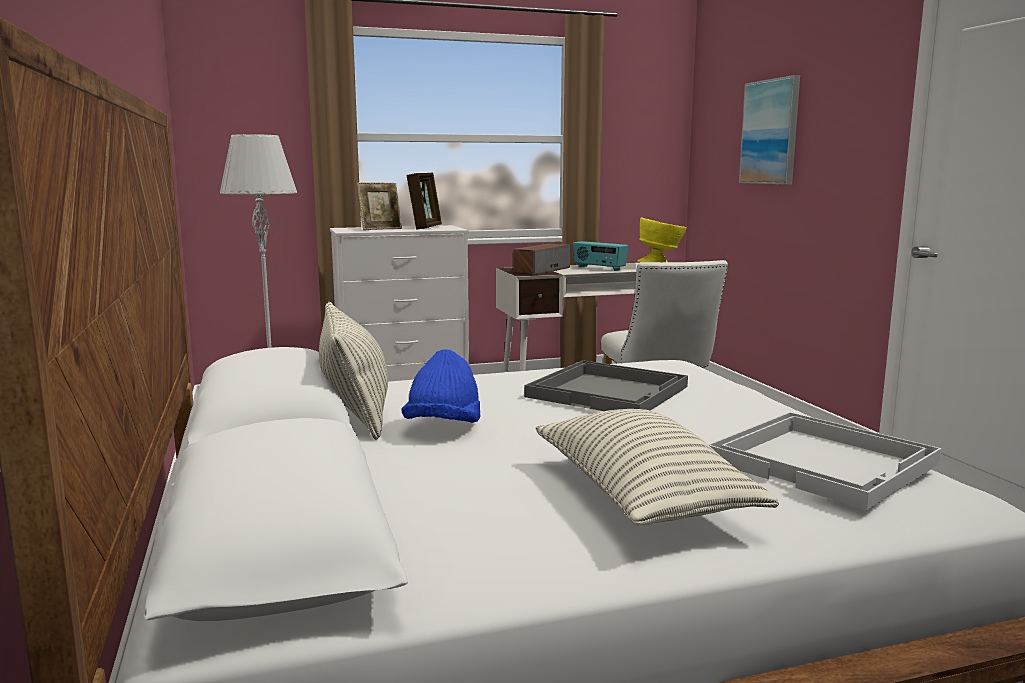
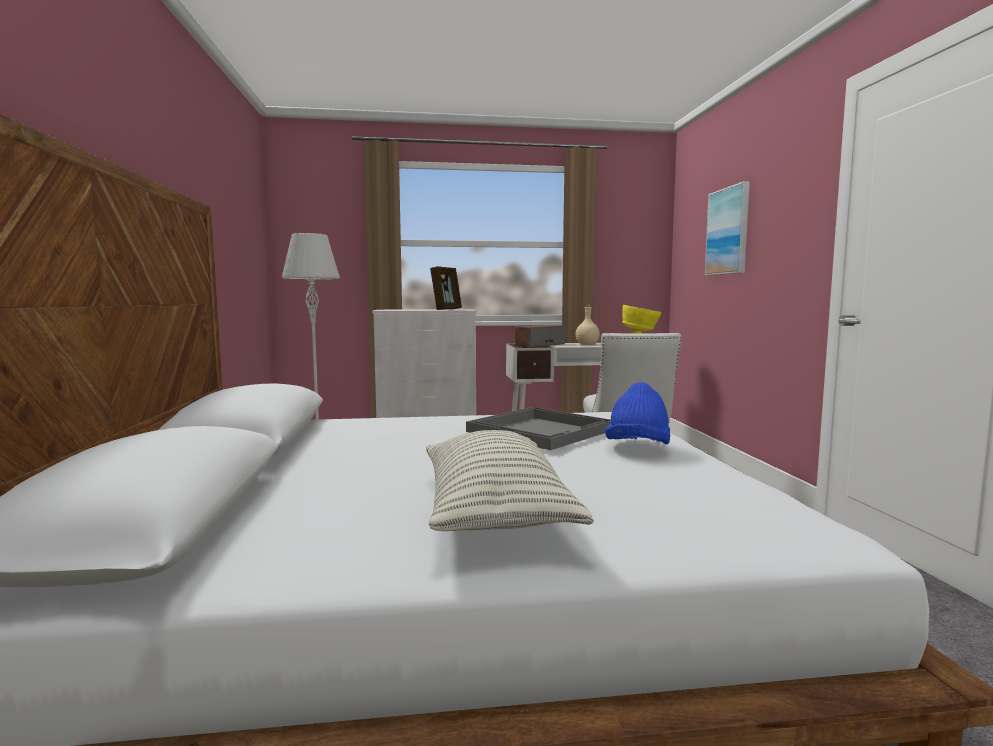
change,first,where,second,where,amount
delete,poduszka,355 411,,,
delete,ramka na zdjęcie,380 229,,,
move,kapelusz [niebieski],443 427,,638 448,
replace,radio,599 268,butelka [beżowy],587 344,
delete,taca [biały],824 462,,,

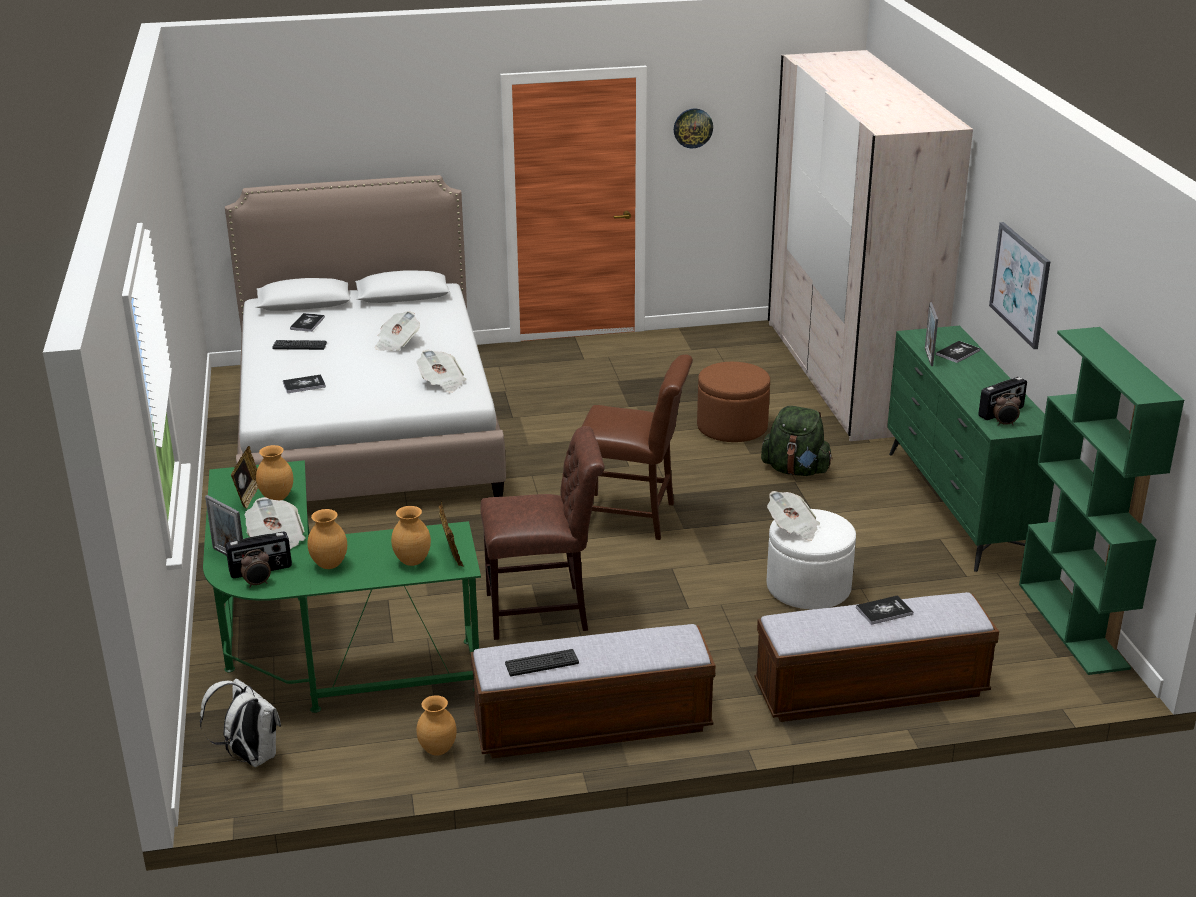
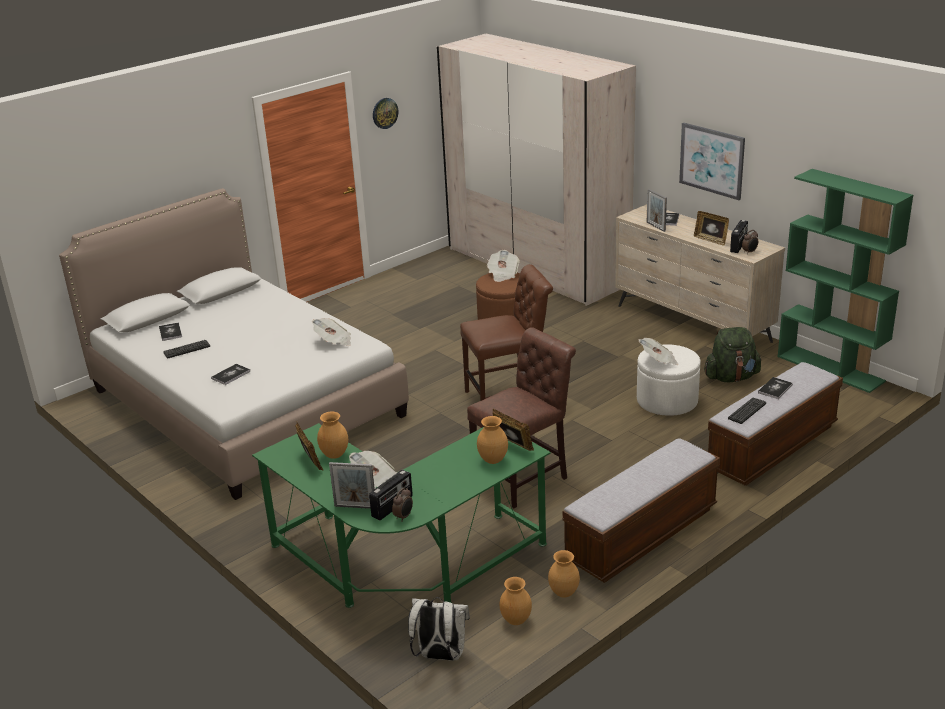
change,first,where,second,where,amount
move,wazon [brązowy],330 564,,516 620,
move,gazeta,397 343,,503 274,
move,klawiatura,542 663,,747 411,
move,plecak [zielony],796 470,,731 377,
recolor,komoda [zielony],957 506,komoda [beżowy],692 324,
insert,,,ramka na zdjęcie,711 240,

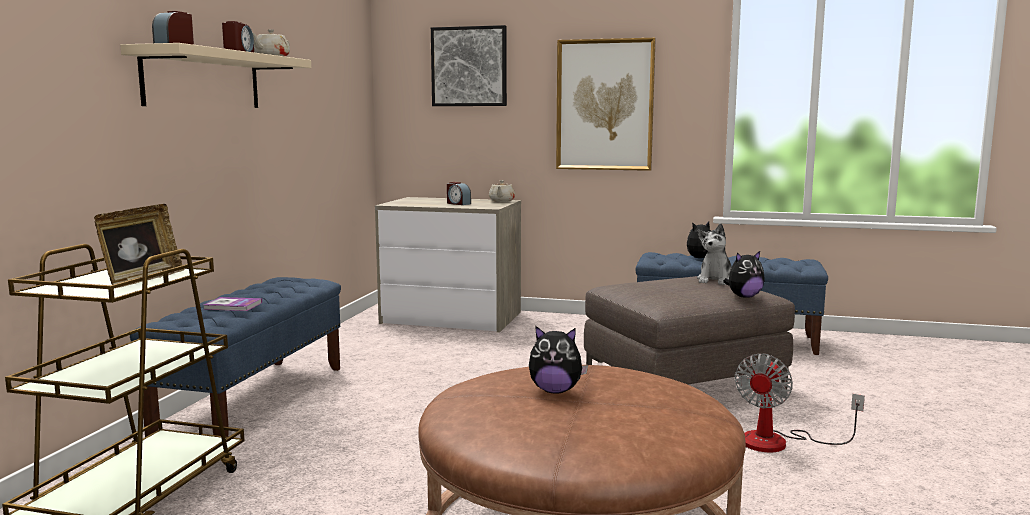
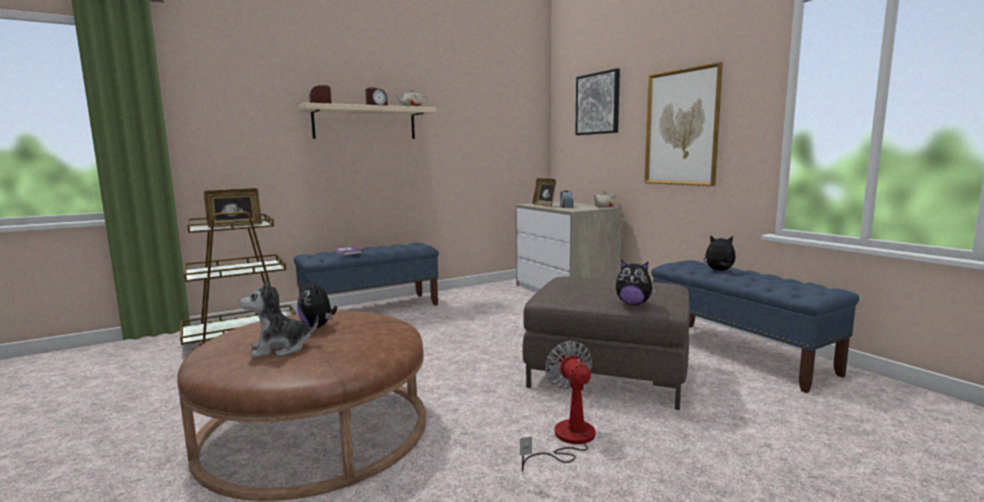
change,first,where,second,where,amount
move,pluszak,715 280,,280 349,
rotate,wentylator,779 442,,566 440,90 degrees clockwise
insert,,,ramka na zdjęcie,544 205,

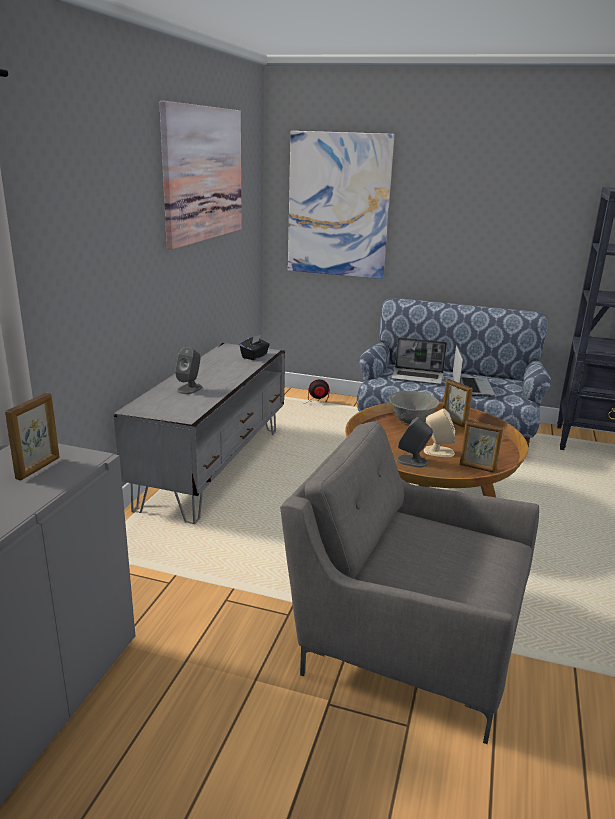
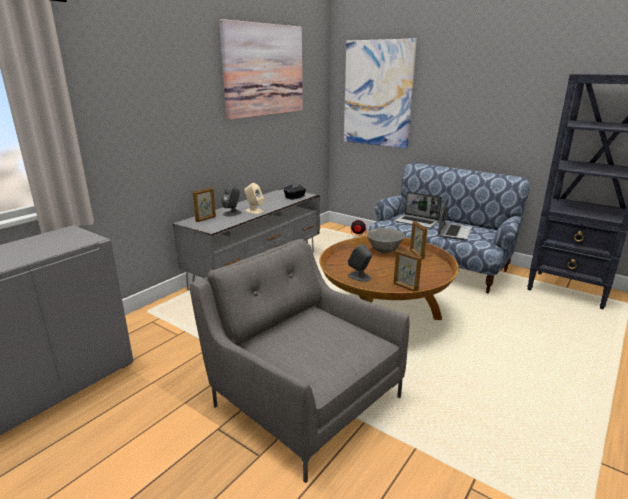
change,first,where,second,where,amount
move,ramka na zdjęcie,39 468,,206 219,
move,głośnik [beżowy],438 451,,254 211,

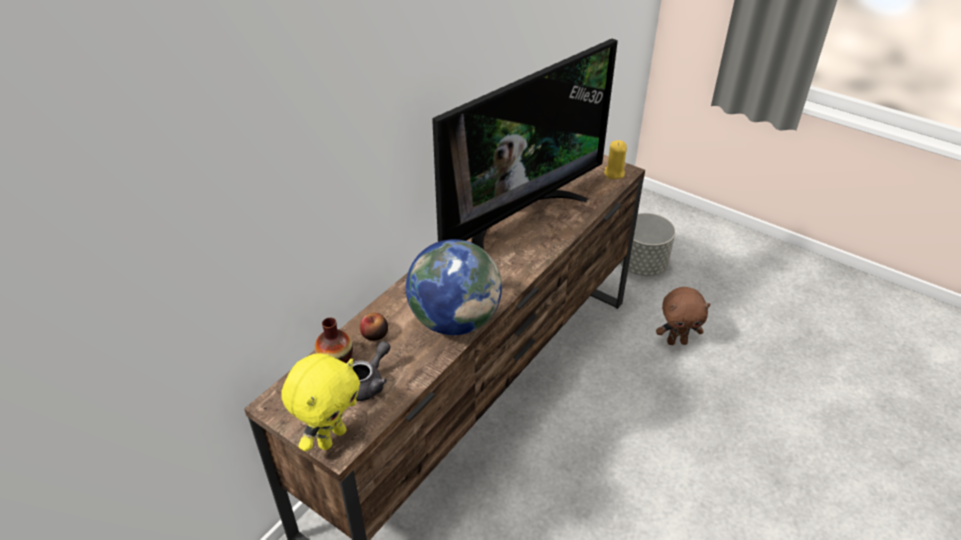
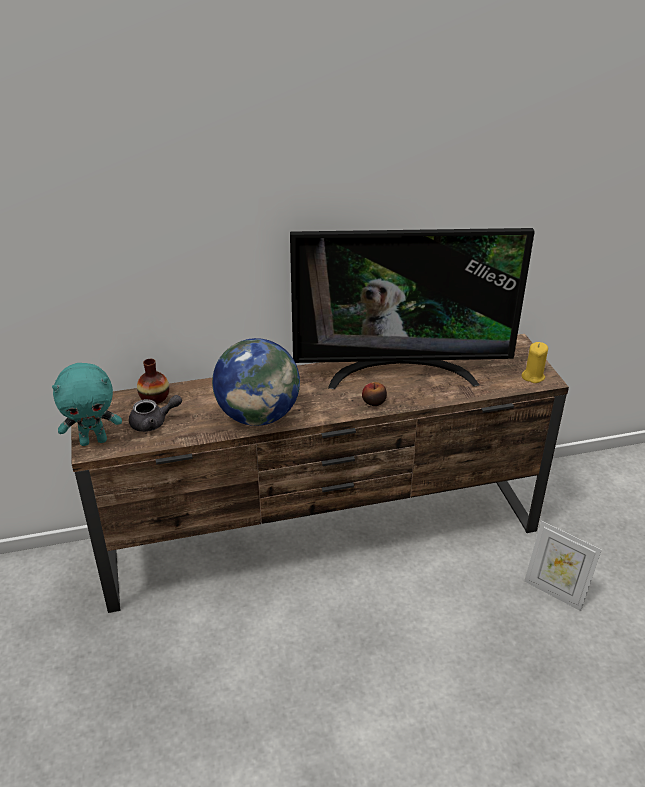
change,first,where,second,where,amount
recolor,pluszak [żółty],331 437,pluszak [turkusowy],94 440,
move,jabłko,374 334,,374 402,
delete,donica [szary],642 265,,,
replace,pluszak [brązowy],677 341,ramka na zdjęcie,554 591,

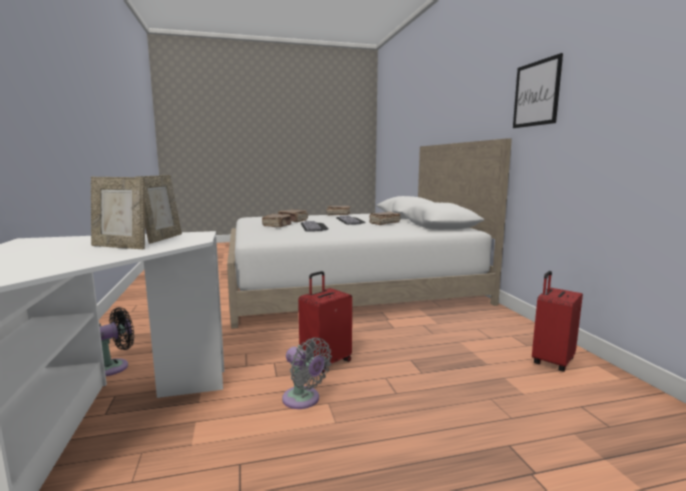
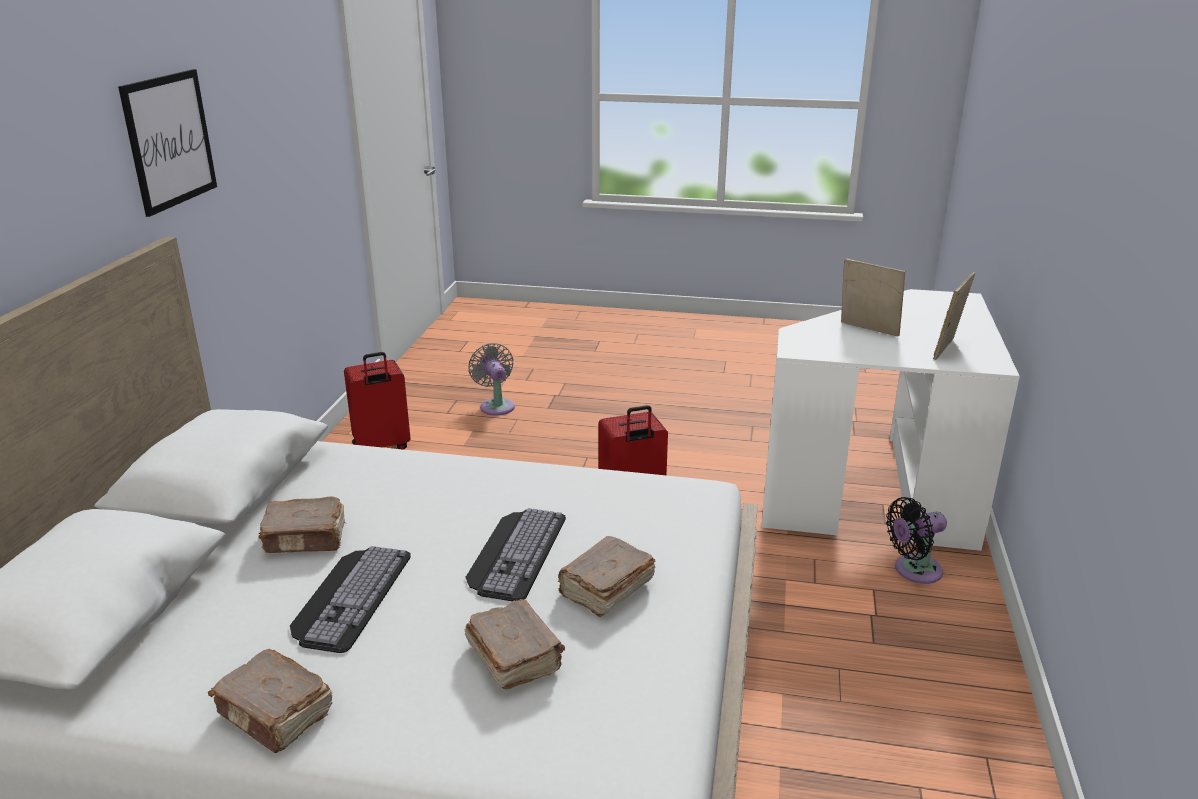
change,first,where,second,where,amount
move,ramka na zdjęcie,162 238,,948 349,
move,wentylator [szary],303 400,,496 405,

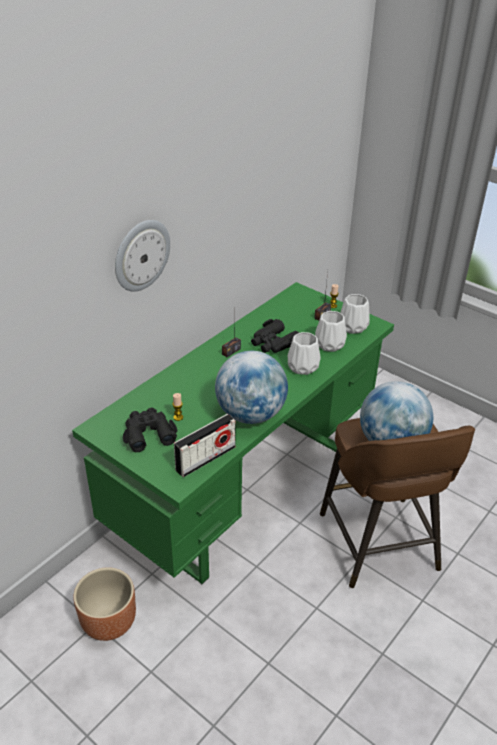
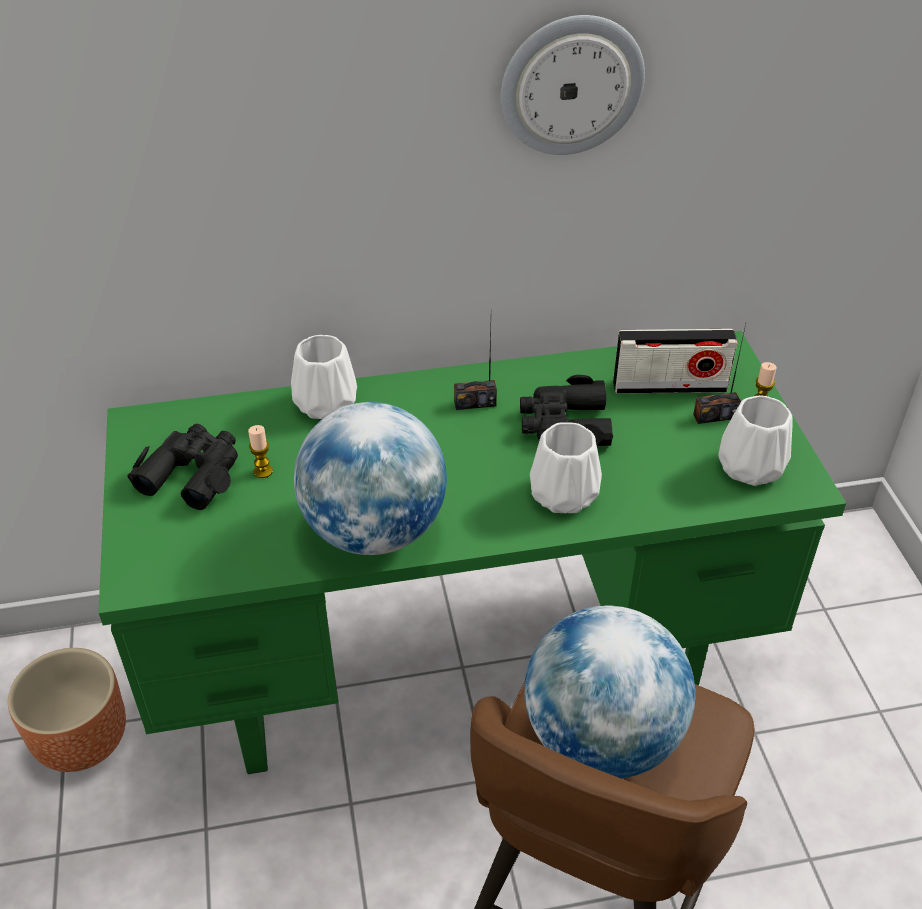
change,first,where,second,where,amount
move,zegar ścienny,141 255,,571 85,
move,radio,205 458,,669 386,
move,wazon [biały],329 344,,327 403,

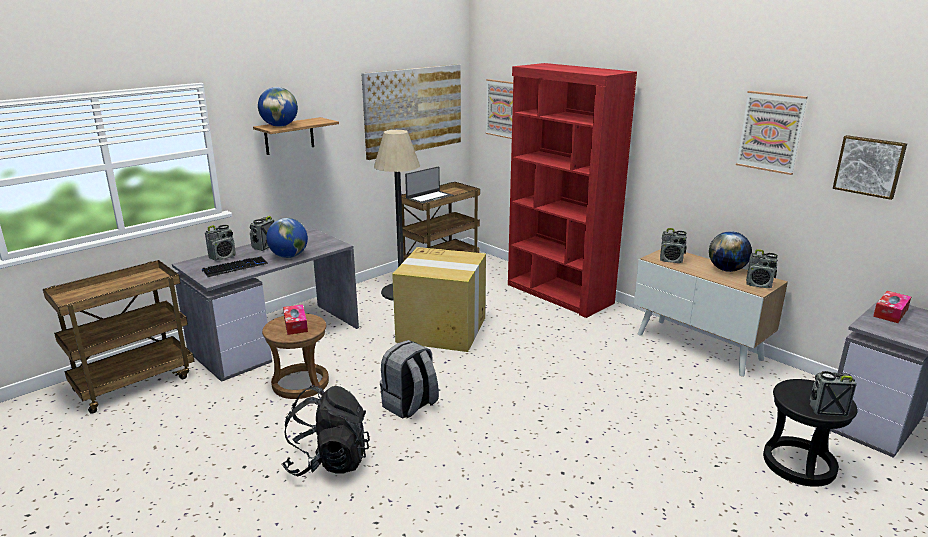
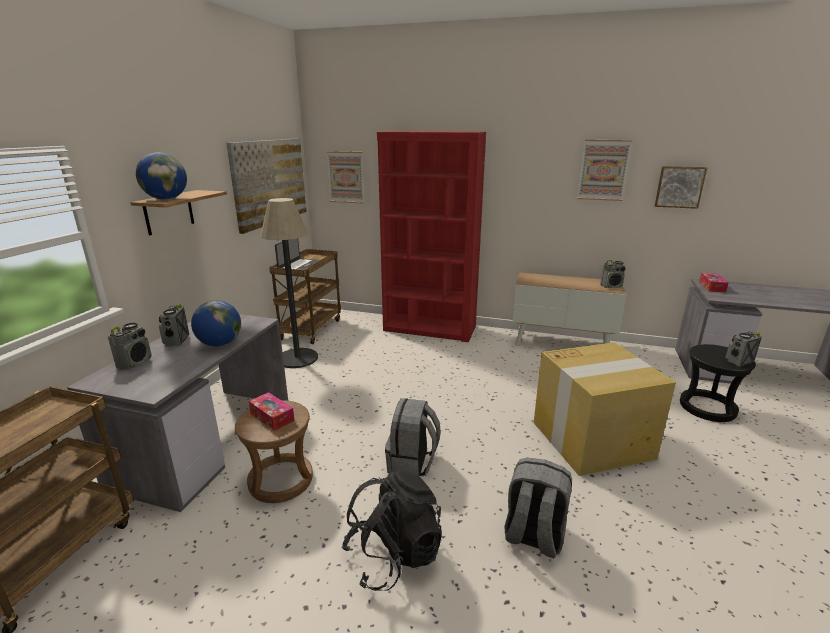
change,first,where,second,where,amount
delete,klawiatura,235 267,,,
move,karton,443 330,,593 439,
delete,radio,671 260,,,
delete,globus,727 270,,,
insert,,,plecak [szary],533 536,

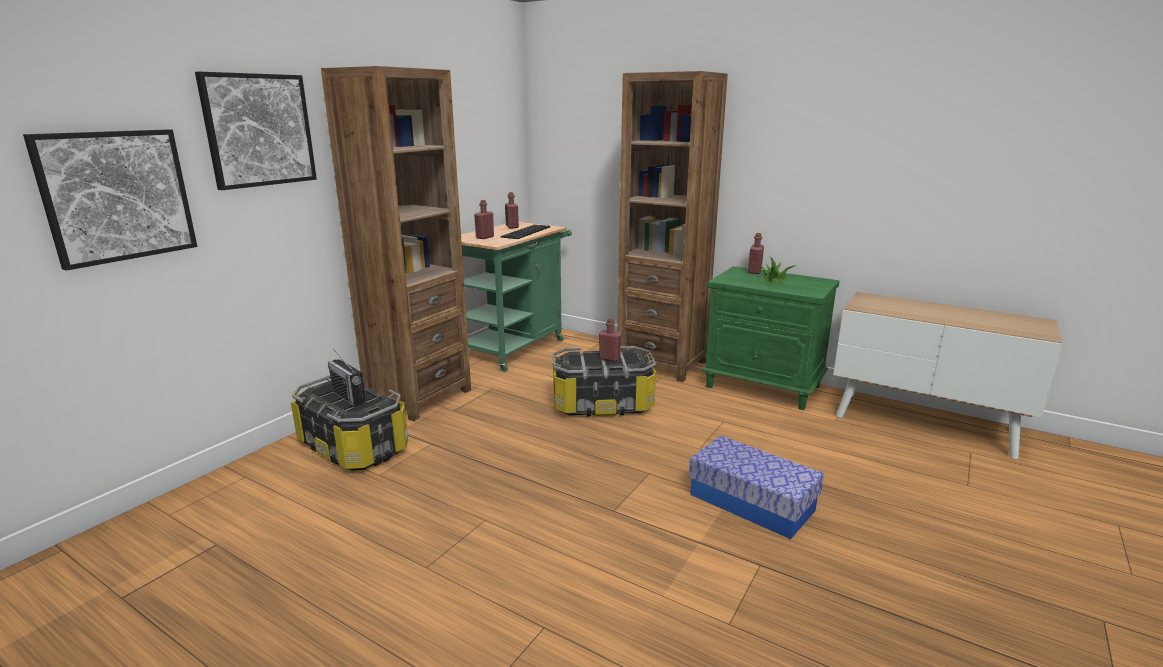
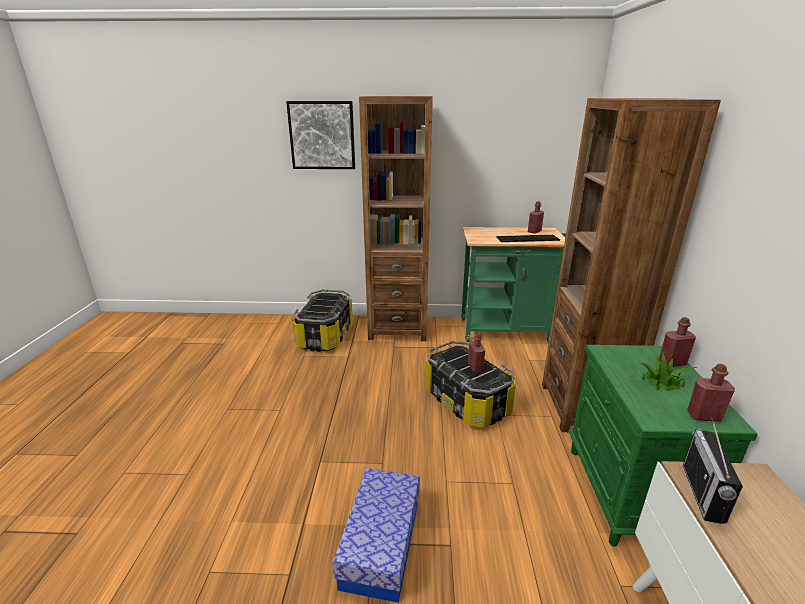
change,first,where,second,where,amount
delete,obraz,117 196,,,
move,radio,349 397,,702 493,
move,butelka [czerwony],485 237,,703 416,

